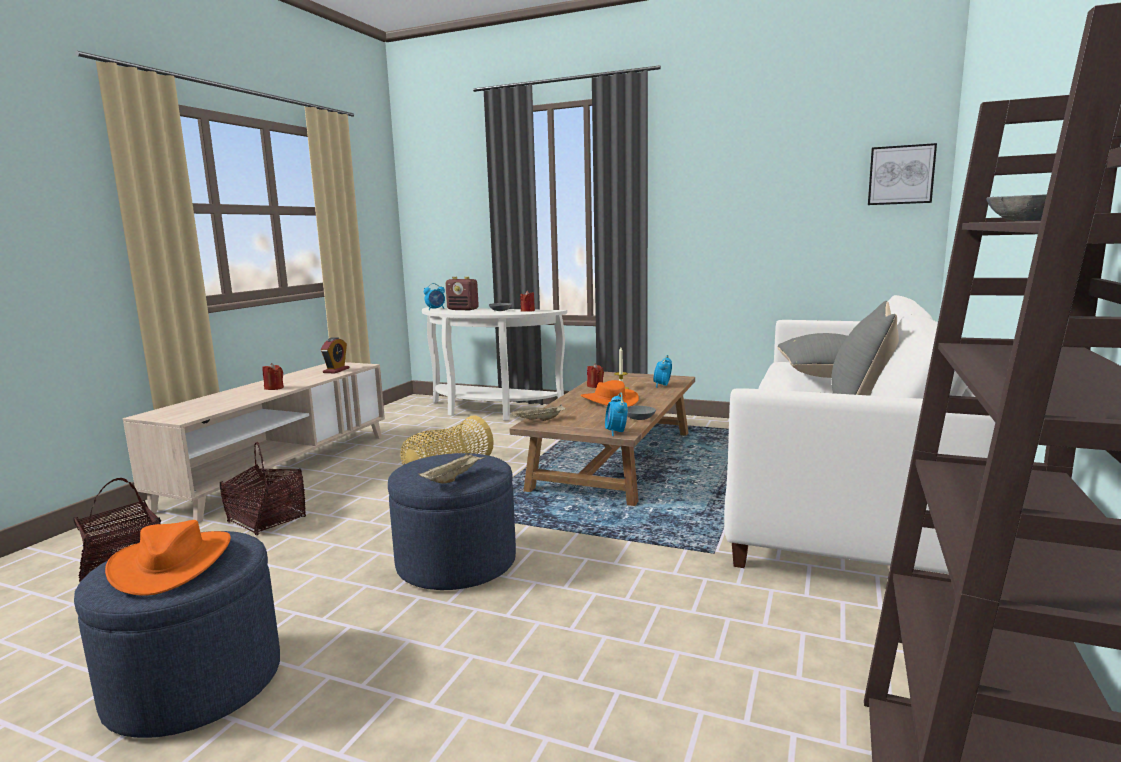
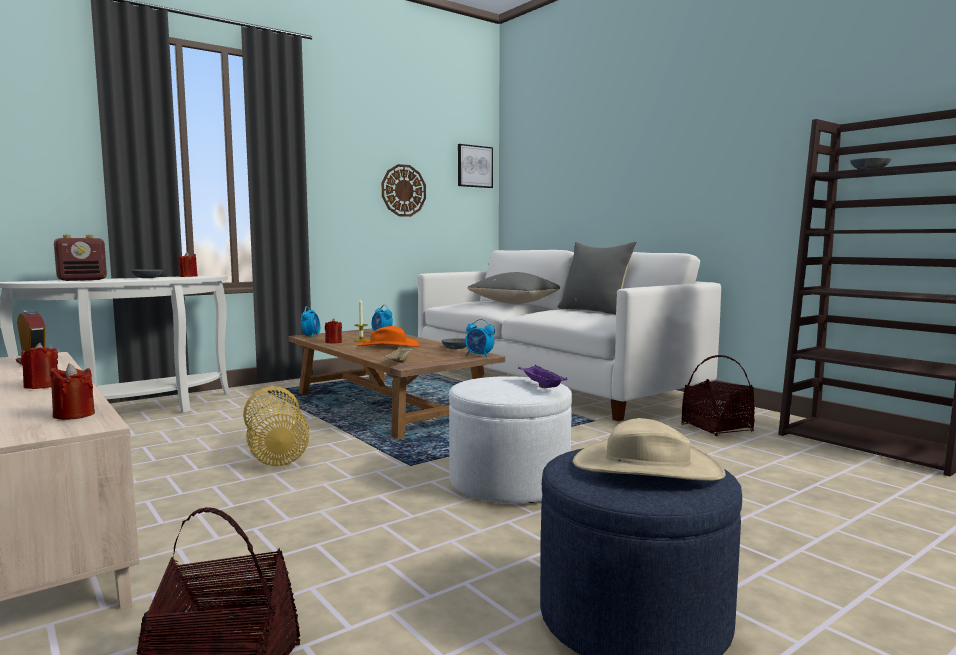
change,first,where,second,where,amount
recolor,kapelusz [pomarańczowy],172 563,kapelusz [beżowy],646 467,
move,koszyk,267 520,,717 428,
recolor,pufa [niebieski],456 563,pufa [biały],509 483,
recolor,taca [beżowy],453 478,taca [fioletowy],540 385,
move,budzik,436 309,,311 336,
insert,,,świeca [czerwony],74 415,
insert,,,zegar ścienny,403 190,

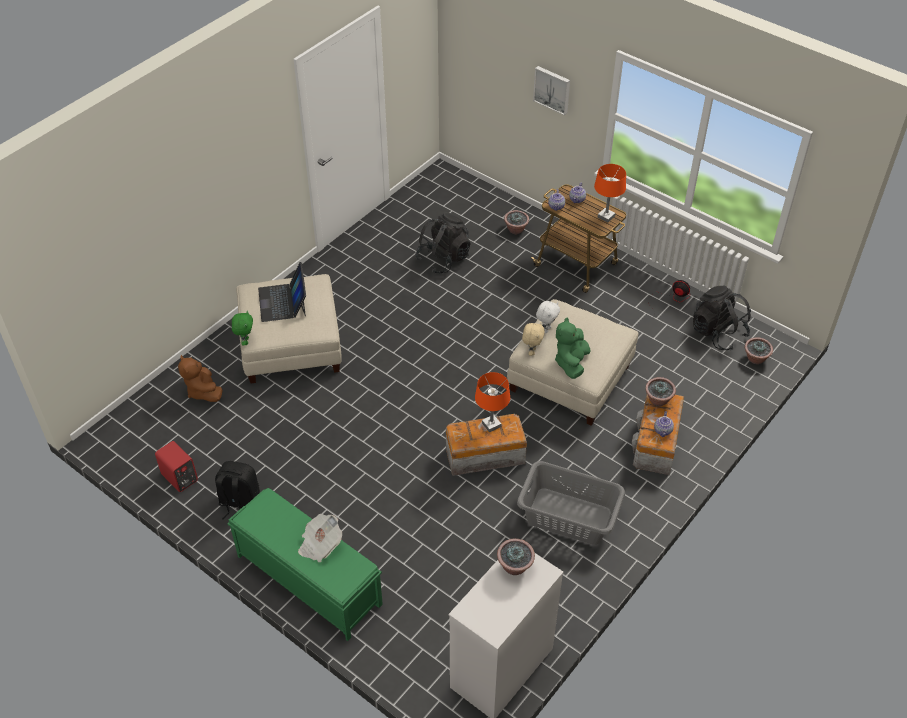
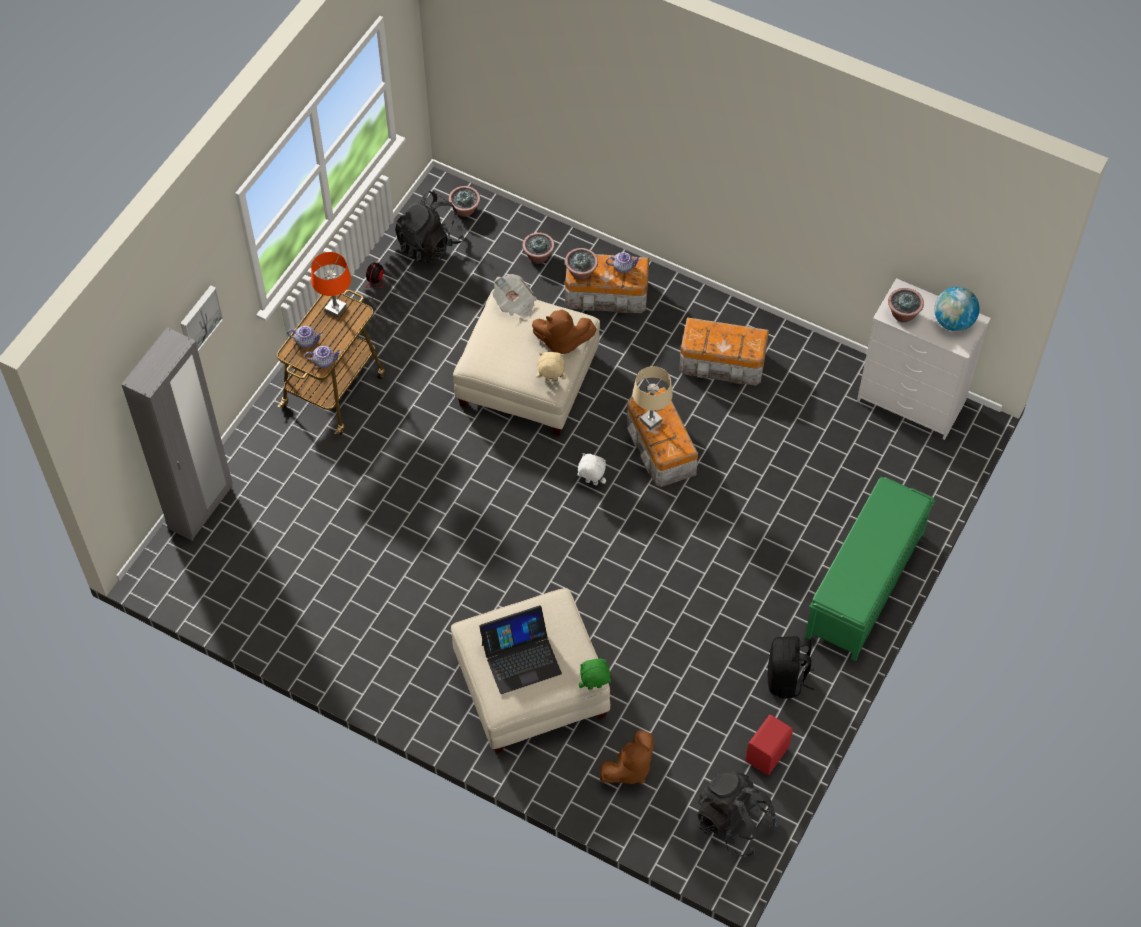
change,first,where,second,where,amount
move,gazeta,320 544,,515 304,
move,plecak [czarny],443 259,,734 822,
recolor,lampa stołowa [pomarańczowy],491 424,lampa stołowa [beżowy],650 421,
move,roślina doniczkowa,516 230,,538 256,
replace,kosz na pranie [szary],569 517,pojemnik do przechowywania,723 363,
move,pluszak [biały],546 329,,591 483,
recolor,pluszak [zielony],571 363,pluszak [brązowy],562 342,
insert,,,szafa [szary],201 508,
insert,,,globus,953 322,

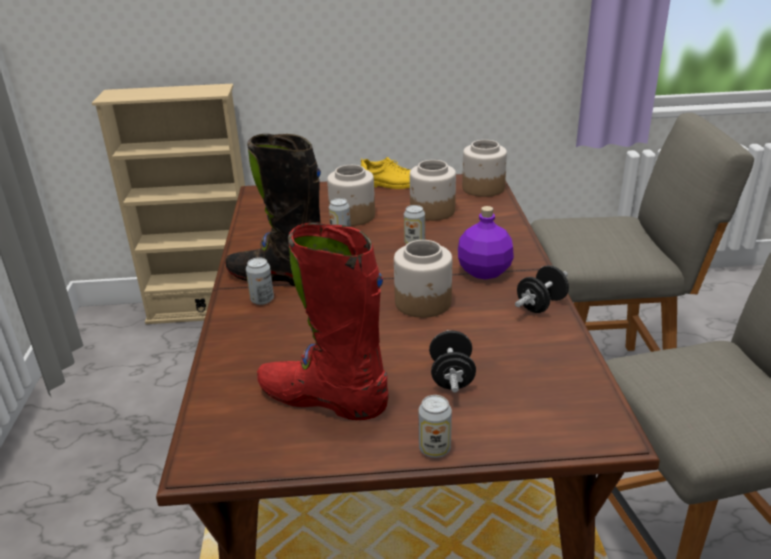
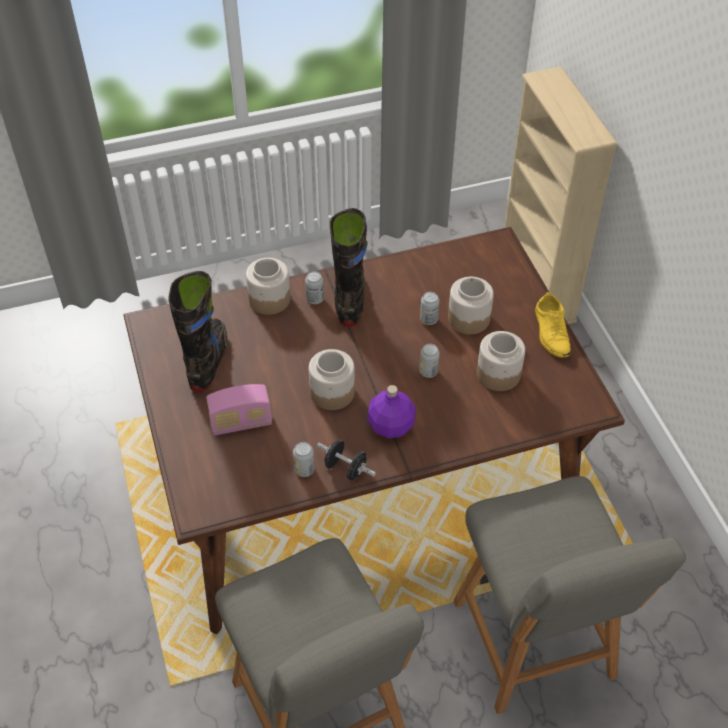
change,first,where,second,where,amount
recolor,but z cholewką [czerwony],323 399,but z cholewką [czarny],208 361,
move,puszka,434 449,,304 470,
replace,hantel [czarny],451 377,radio,241 422,
move,słoik,483 188,,269 299,

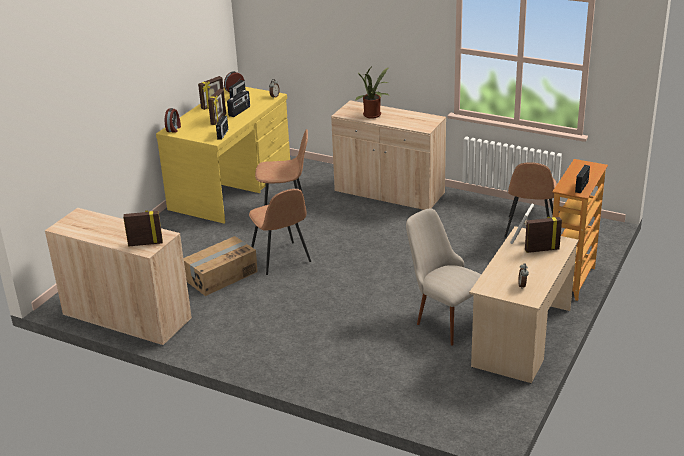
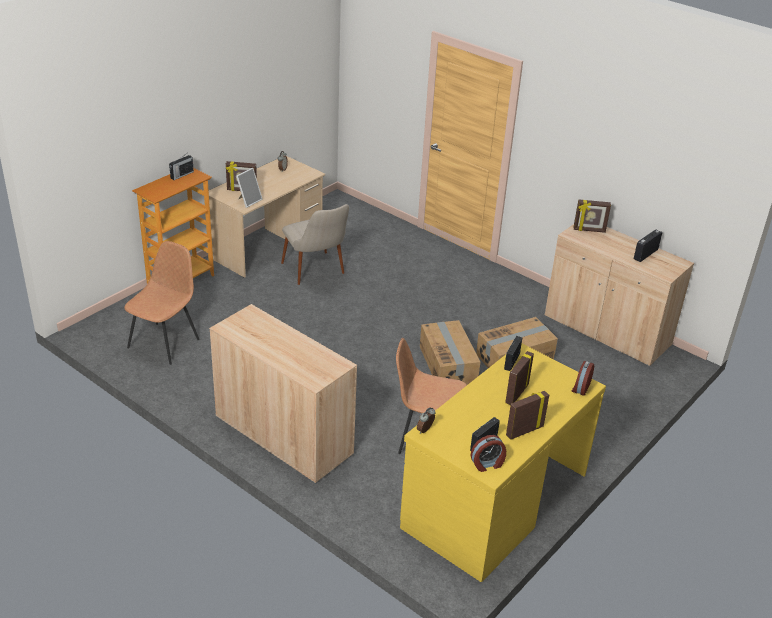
change,first,where,second,where,amount
move,radio,239 111,,645 254,
replace,krzesło [brązowy],280 259,karton,448 364,
delete,roślina doniczkowa,373 115,,,

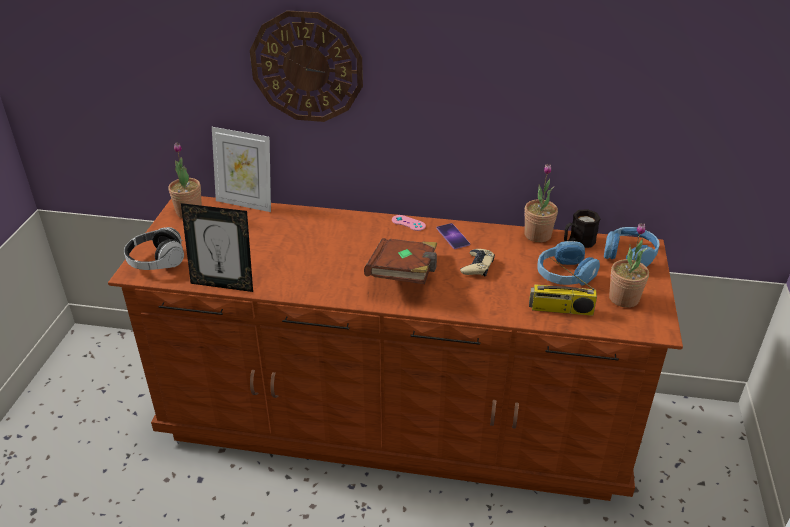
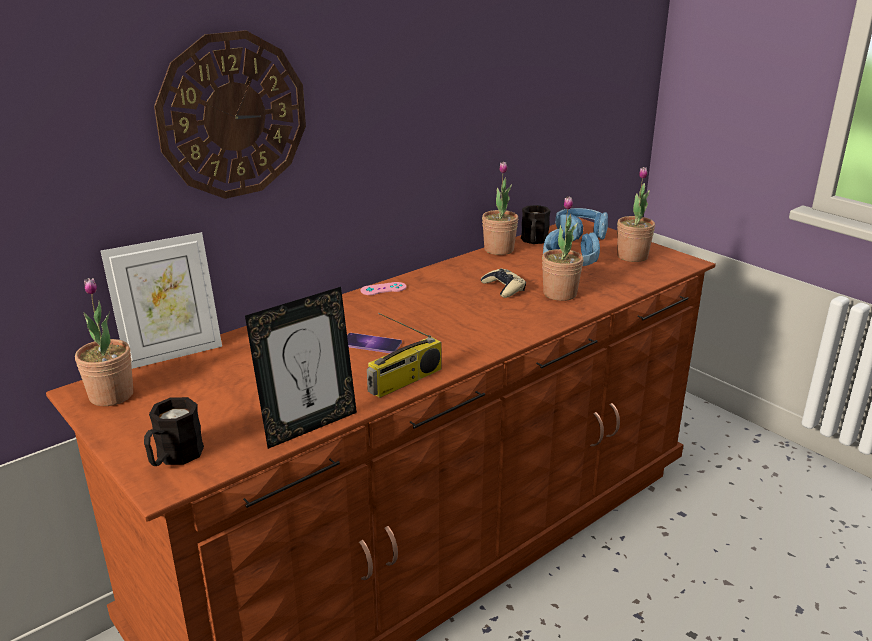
change,first,where,second,where,amount
replace,słuchawki,157 261,kubek [czarny],174 457,
delete,książka [brązowy],404 275,,,
move,telefon,453 236,,371 343,
move,radio,560 309,,405 381,
insert,,,roślina doniczkowa,560 294,

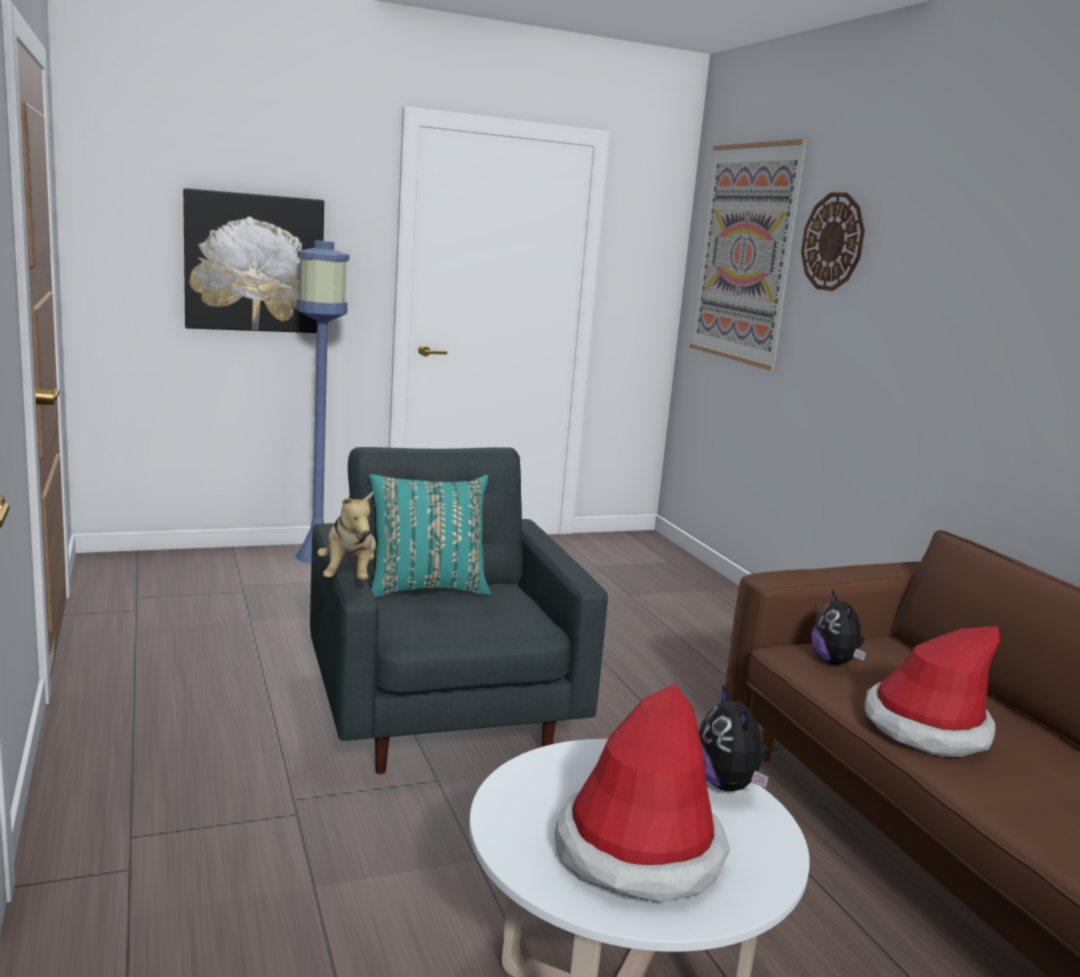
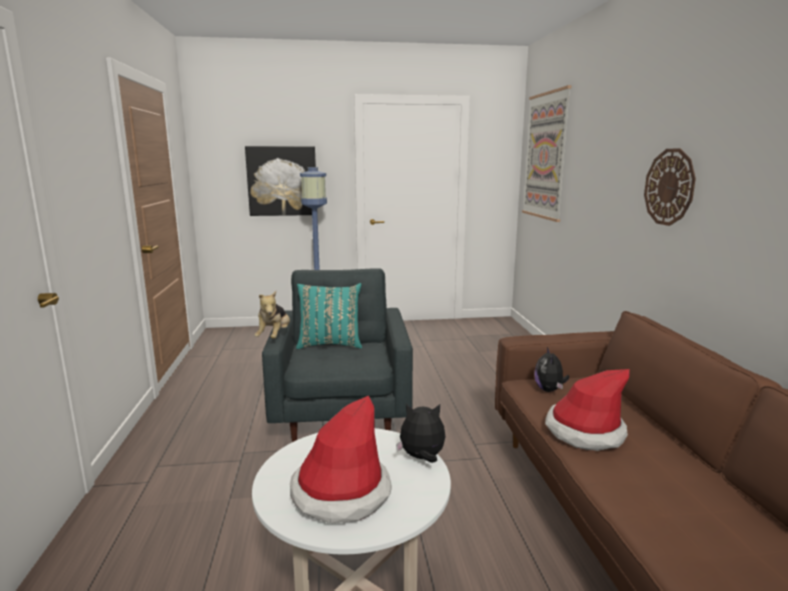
change,first,where,second,where,amount
rotate,pluszak,728 785,,422 458,90 degrees clockwise
move,zegar ścienny,833 241,,669 187,

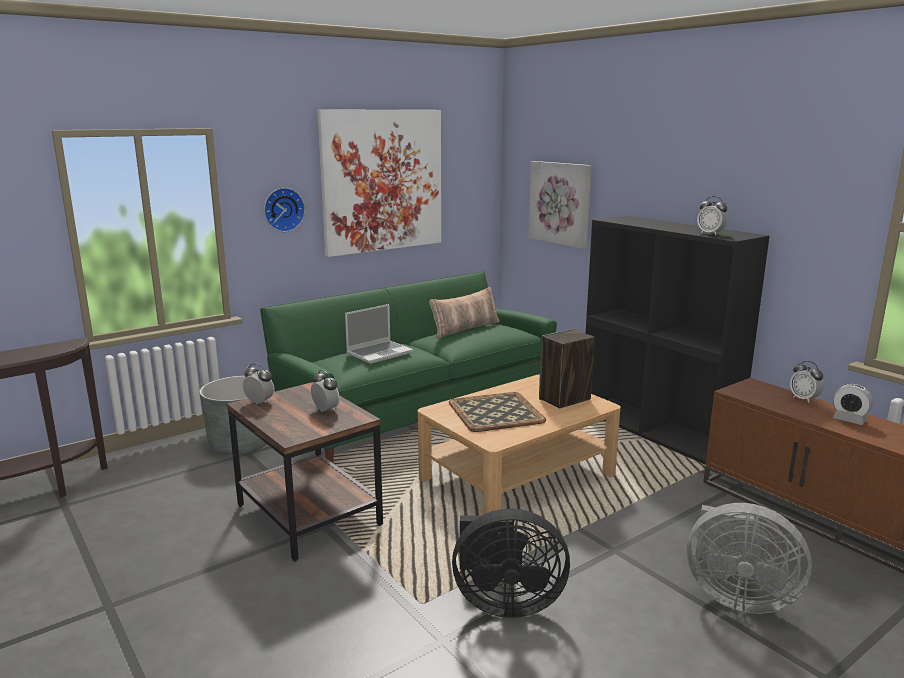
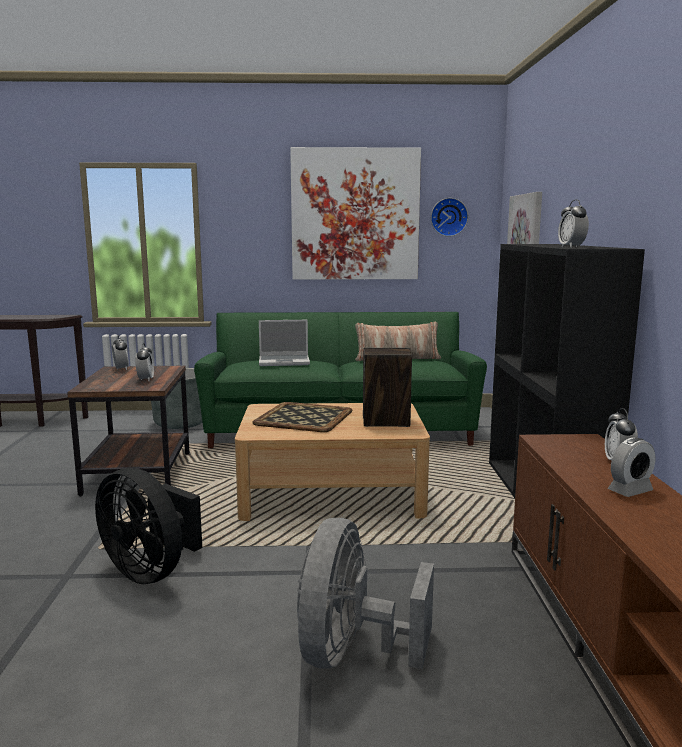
change,first,where,second,where,amount
move,zegar ścienny,283 209,,448 217,
rotate,wentylator [szary],736 596,,351 653,45 degrees clockwise
rotate,budzik,849 420,,630 491,105 degrees counterclockwise

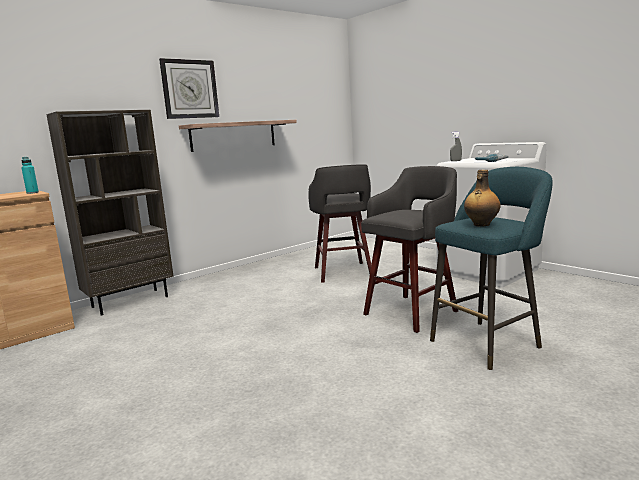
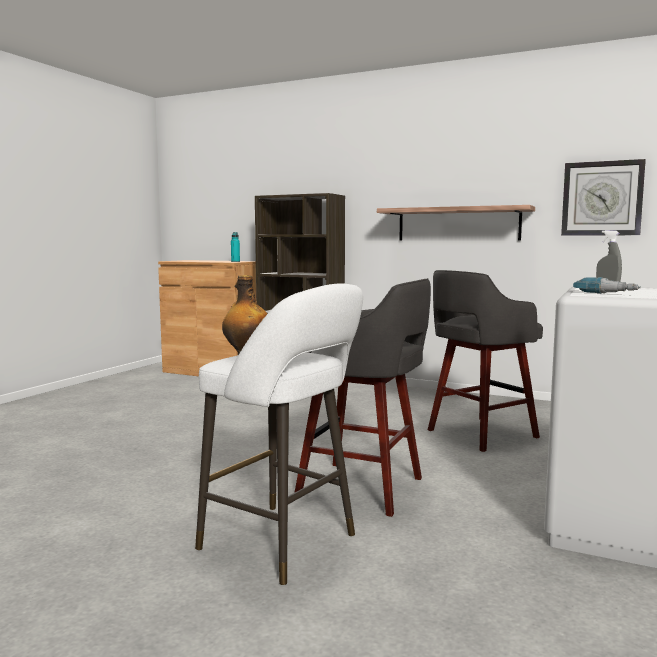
change,first,where,second,where,amount
move,zegar ścienny,190 89,,602 198,
recolor,stołek [turkusowy],488 342,stołek [biały],284 544,

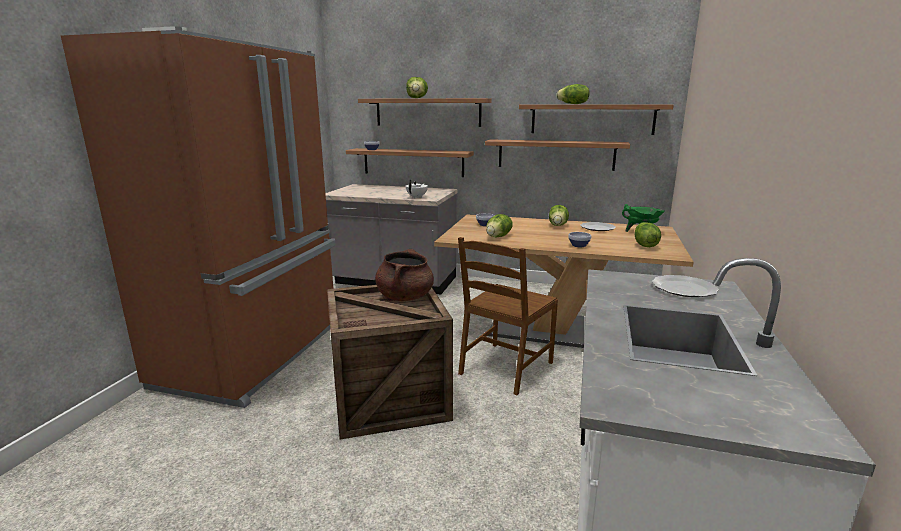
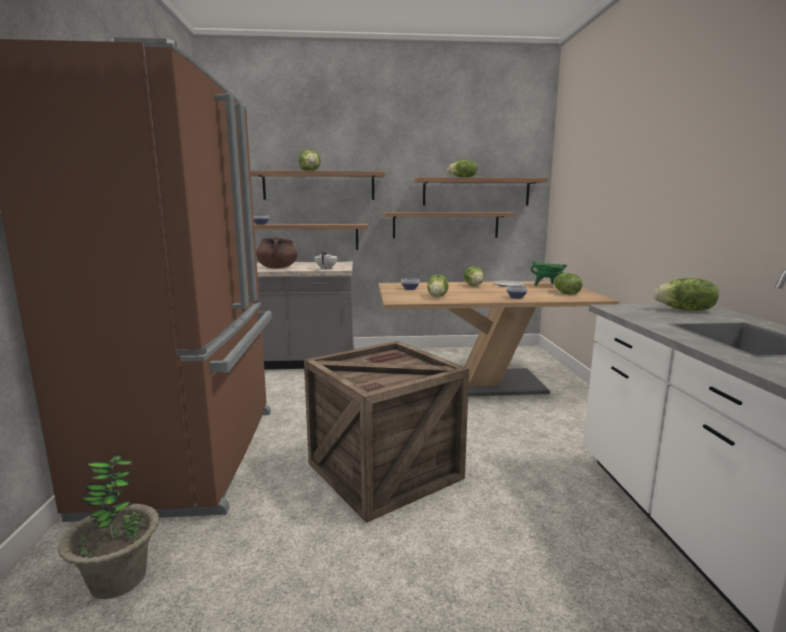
change,first,where,second,where,amount
move,garnek [brązowy],405 297,,277 268,
delete,krzesło [brązowy],505 368,,,
replace,talerz,684 289,sałata,685 310,
insert,,,roślina doniczkowa,118 579,

